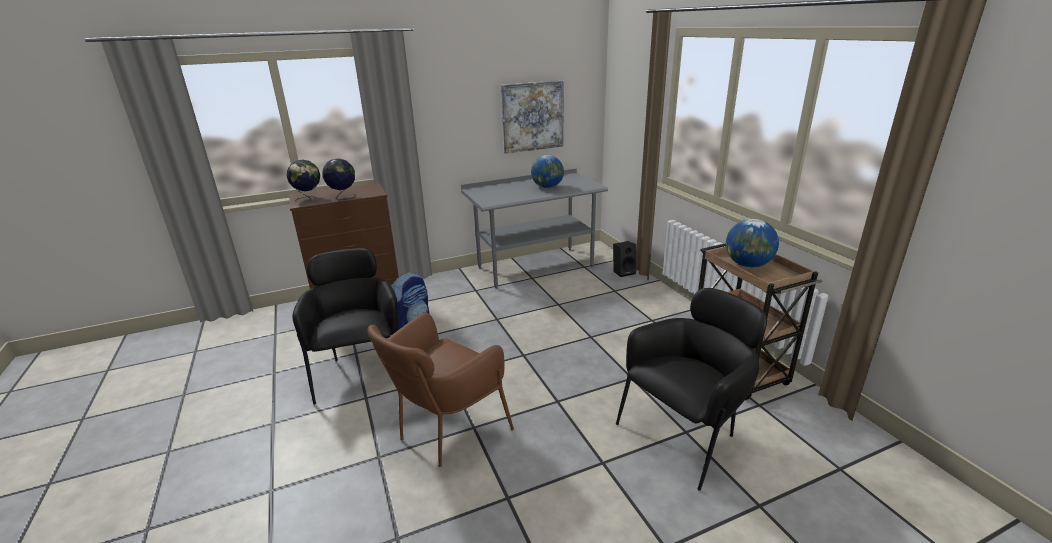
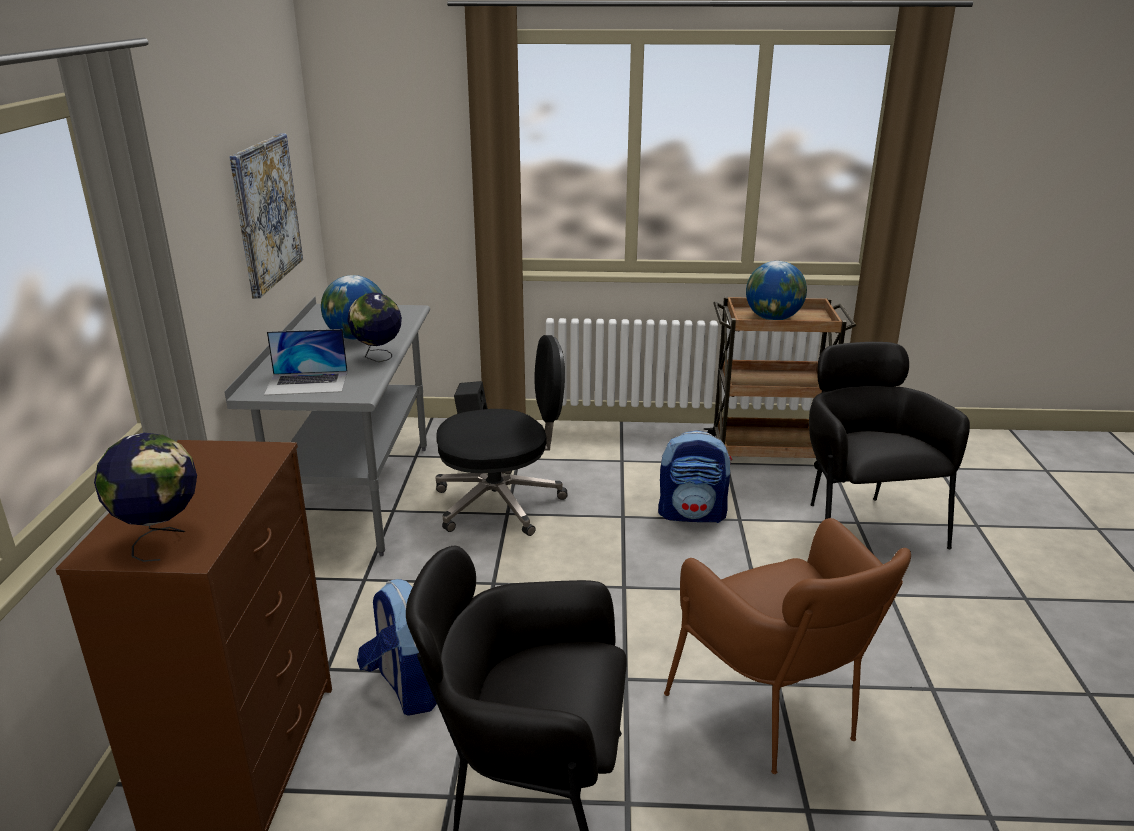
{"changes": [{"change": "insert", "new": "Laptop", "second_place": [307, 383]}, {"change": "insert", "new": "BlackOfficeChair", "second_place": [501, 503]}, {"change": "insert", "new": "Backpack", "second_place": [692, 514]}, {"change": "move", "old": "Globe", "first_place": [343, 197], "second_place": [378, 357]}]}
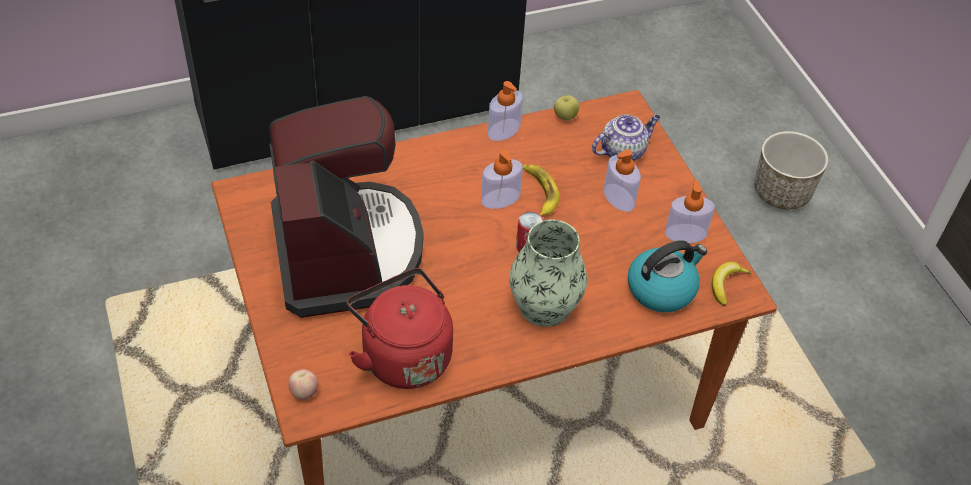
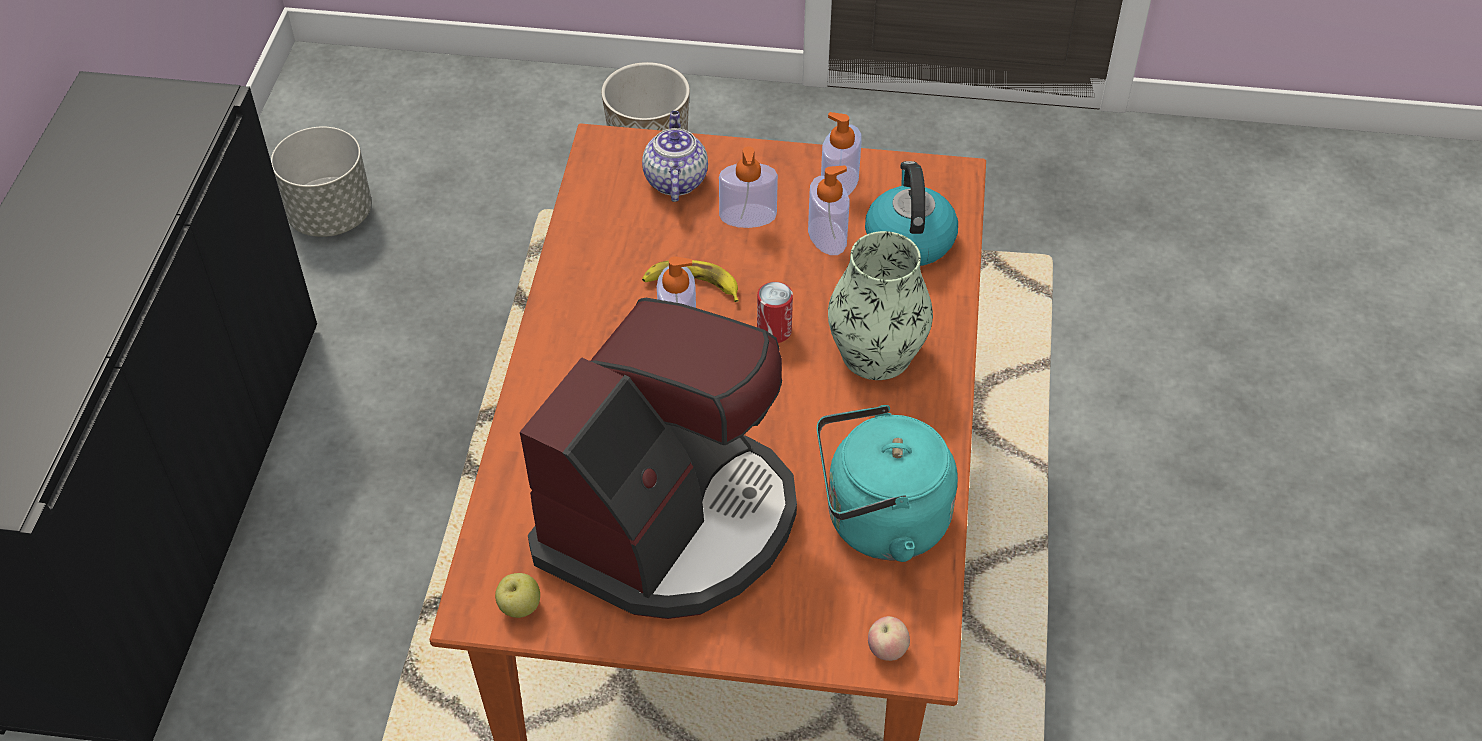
{"changes": [{"change": "delete", "old": "Banana", "first_place": [726, 284]}, {"change": "insert", "new": "GreyPlanter", "second_place": [331, 216]}, {"change": "move", "old": "SoapDispenser", "first_place": [503, 130], "second_place": [827, 236]}, {"change": "move", "old": "Apple", "first_place": [565, 116], "second_place": [520, 607]}, {"change": "recolor", "old": "RedKettle", "new": "TurquoiseKettle", "first_place": [403, 355], "second_place": [879, 522]}, {"change": "rotate", "old": "CoffeeMachine", "first_place": [346, 252], "second_place": [670, 521], "degrees": 105}]}
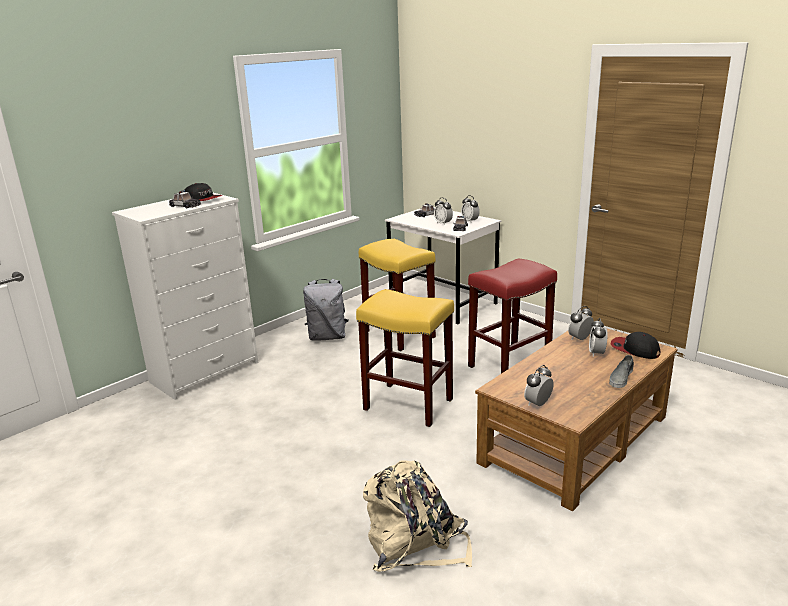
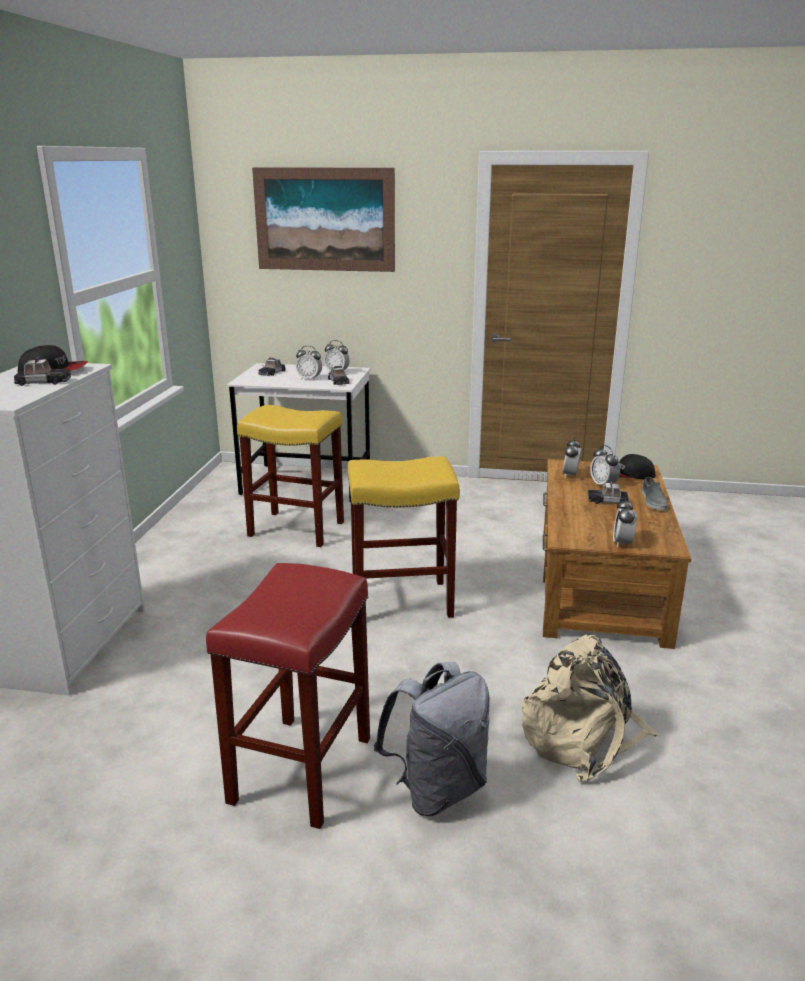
{"changes": [{"change": "insert", "new": "Picture", "second_place": [324, 220]}, {"change": "insert", "new": "ToyCar", "second_place": [607, 500]}, {"change": "move", "old": "GreyBackpack", "first_place": [327, 337], "second_place": [437, 789]}, {"change": "move", "old": "RedStool", "first_place": [509, 364], "second_place": [301, 768]}]}
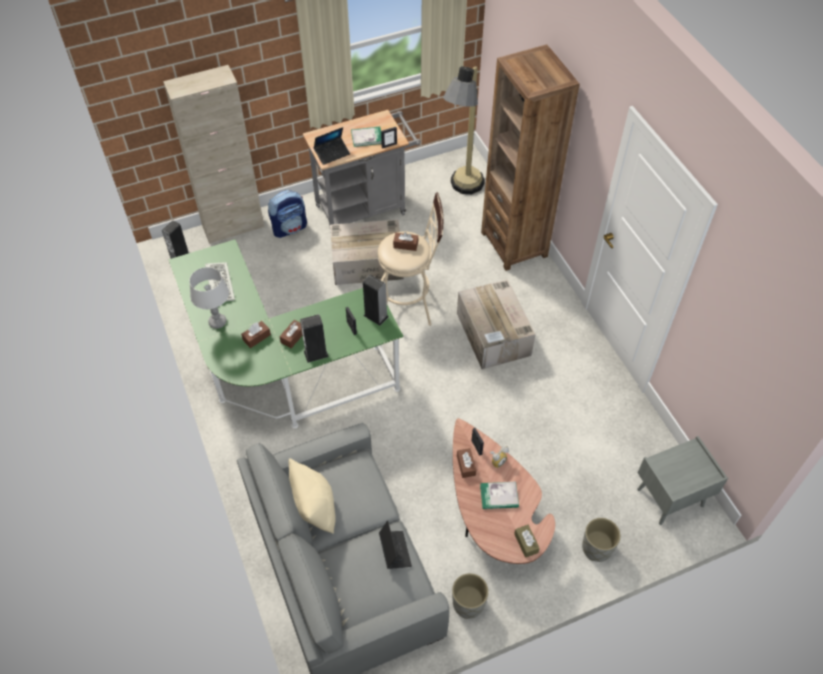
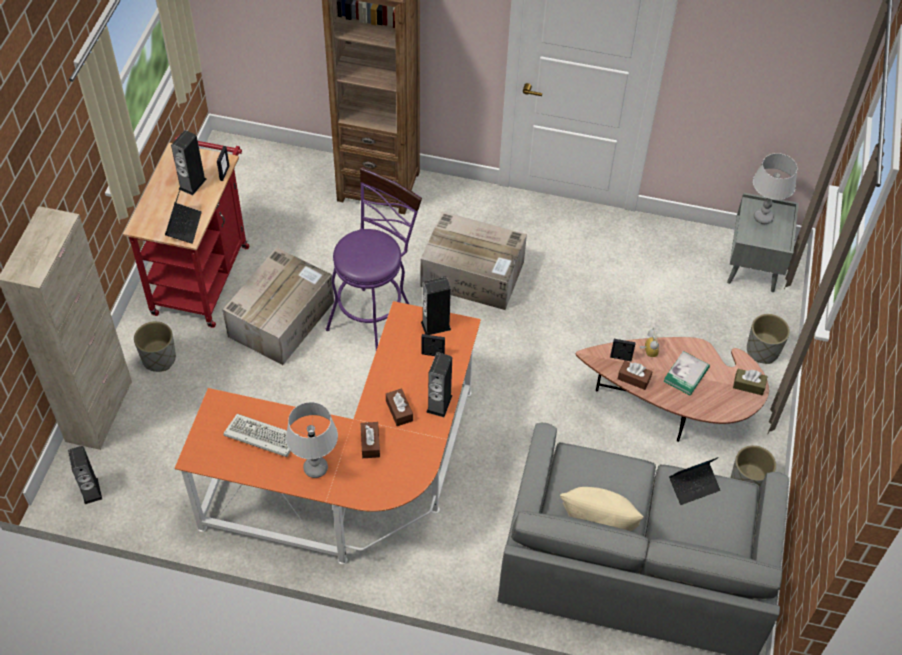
{"changes": [{"change": "delete", "old": "BrownTissueBox", "first_place": [405, 245]}, {"change": "delete", "old": "FloorLamp", "first_place": [461, 193]}, {"change": "insert", "new": "GreyTableLamp", "second_place": [763, 217]}, {"change": "replace", "old": "Backpack", "new": "GreyPlanter", "first_place": [290, 228], "second_place": [159, 358]}, {"change": "replace", "old": "Book", "new": "Speaker", "first_place": [367, 137], "second_place": [192, 184]}, {"change": "recolor", "old": "GreenDesk", "new": "OrangeDesk", "first_place": [281, 373], "second_place": [357, 484]}, {"change": "recolor", "old": "GreyCart", "new": "RedCart", "first_place": [366, 208], "second_place": [203, 274]}, {"change": "recolor", "old": "BeigeStool", "new": "PurpleStool", "first_place": [410, 306], "second_place": [374, 317]}, {"change": "rotate", "old": "Laptop", "first_place": [395, 551], "second_place": [694, 486], "degrees": 135}]}
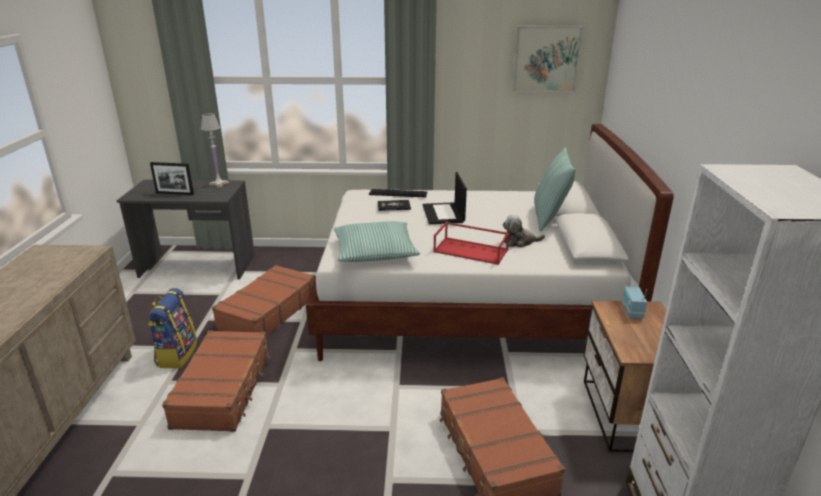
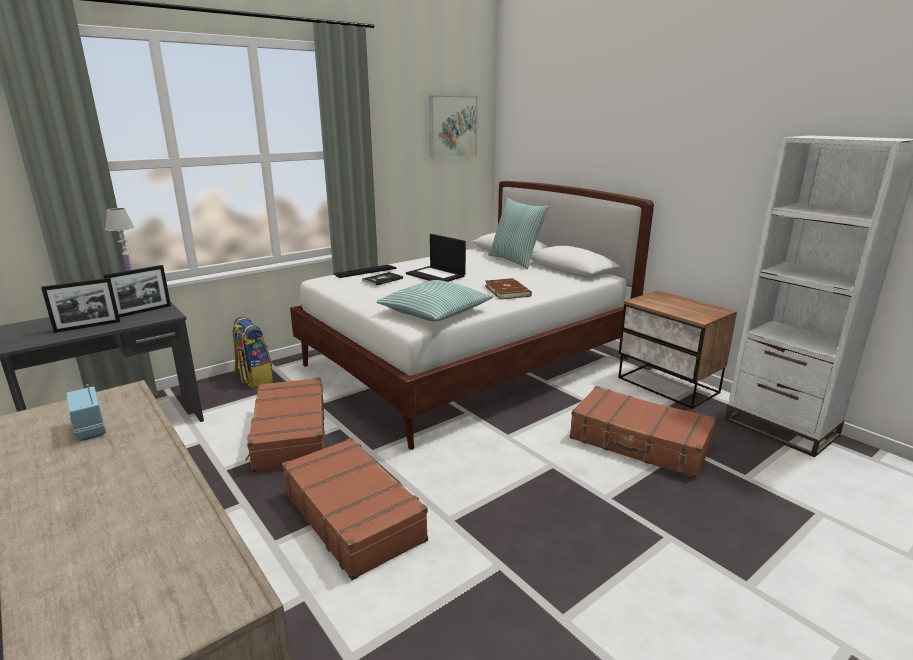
{"changes": [{"change": "delete", "old": "PlushToy", "first_place": [520, 242]}, {"change": "insert", "new": "PictureFrame", "second_place": [143, 311]}, {"change": "move", "old": "Backpack", "first_place": [176, 354], "second_place": [254, 378]}, {"change": "move", "old": "Radio", "first_place": [631, 311], "second_place": [89, 429]}, {"change": "replace", "old": "RedTray", "new": "BrownBook", "first_place": [471, 250], "second_place": [508, 291]}]}
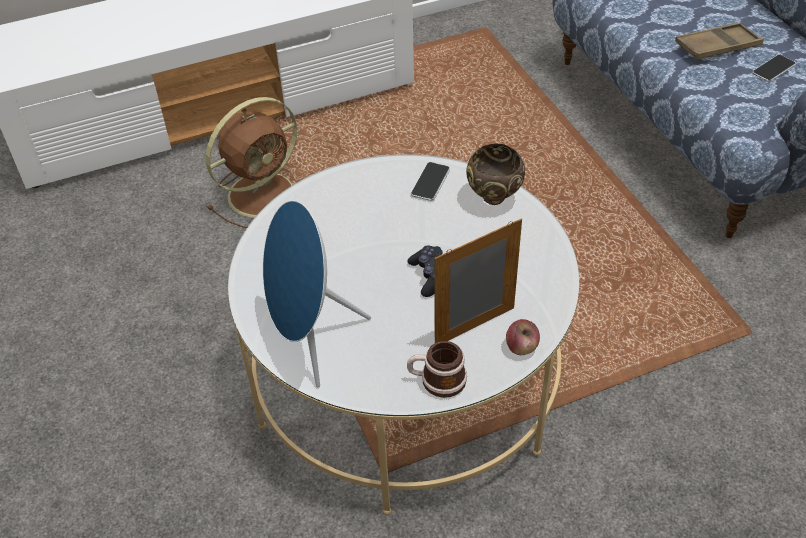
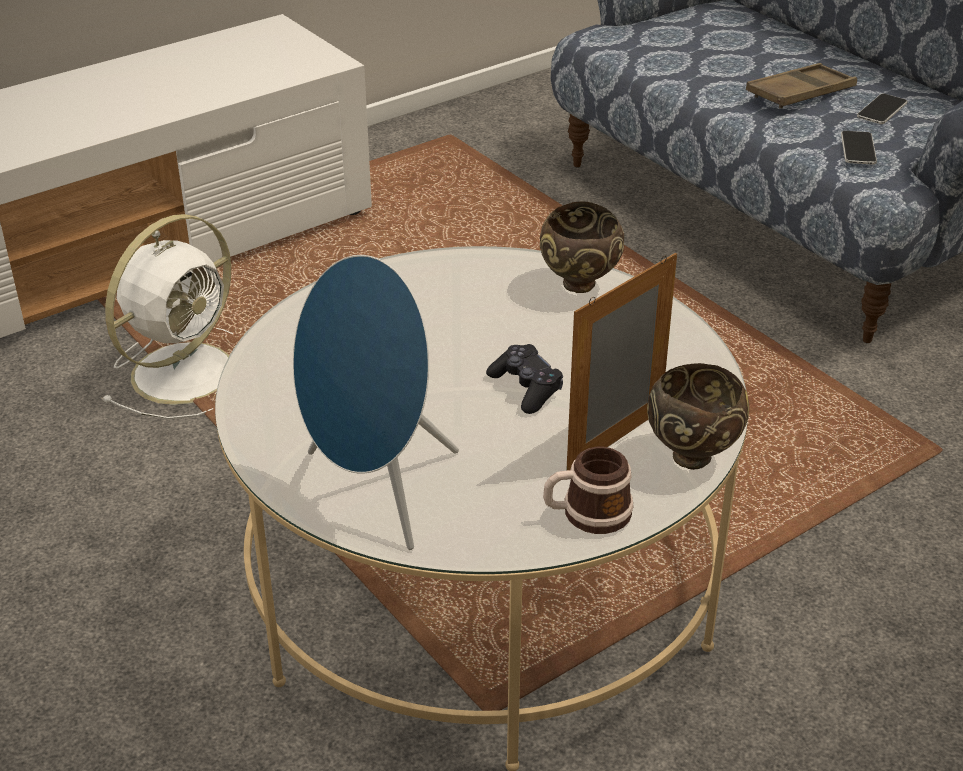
{"changes": [{"change": "move", "old": "Phone", "first_place": [430, 182], "second_place": [858, 149]}, {"change": "replace", "old": "Apple", "new": "BrownBowl", "first_place": [521, 347], "second_place": [692, 455]}, {"change": "recolor", "old": "BrownFan", "new": "WhiteFan", "first_place": [264, 193], "second_place": [187, 371]}]}
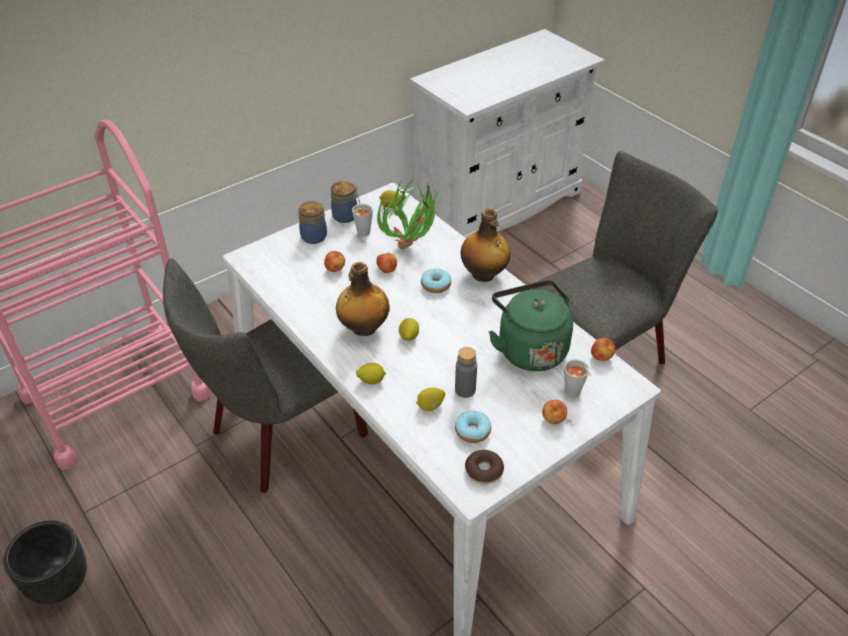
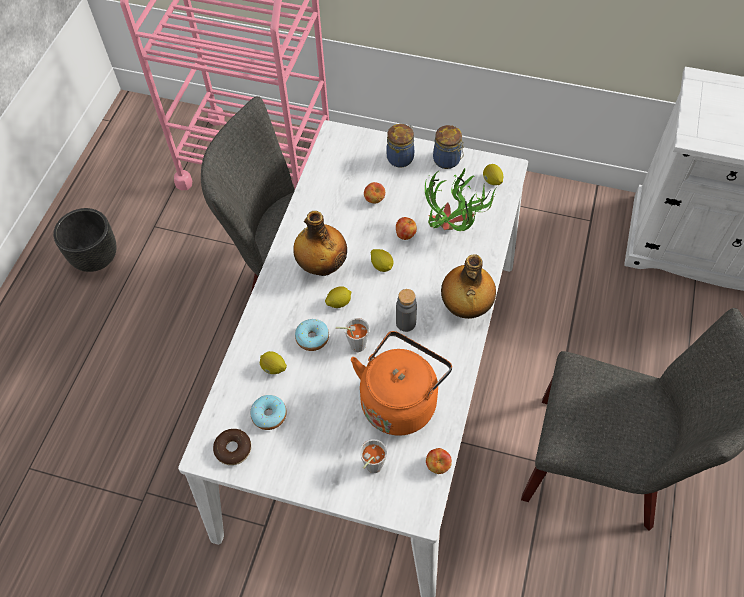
{"changes": [{"change": "delete", "old": "Apple", "first_place": [553, 420]}, {"change": "move", "old": "GreyCup", "first_place": [361, 234], "second_place": [354, 345]}, {"change": "move", "old": "Lemon", "first_place": [371, 380], "second_place": [382, 265]}, {"change": "move", "old": "Donut", "first_place": [435, 285], "second_place": [312, 338]}, {"change": "move", "old": "GreyBottle", "first_place": [465, 390], "second_place": [405, 323]}, {"change": "recolor", "old": "GreenKettle", "new": "OrangeKettle", "first_place": [529, 348], "second_place": [400, 400]}]}
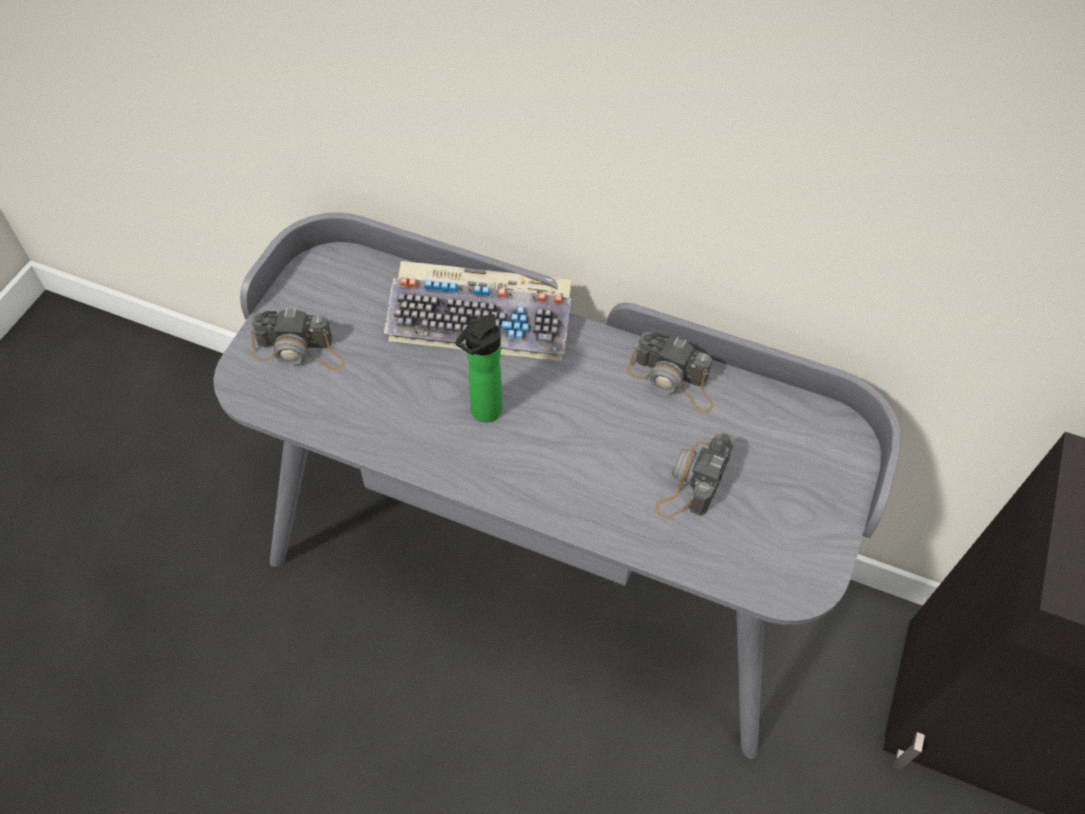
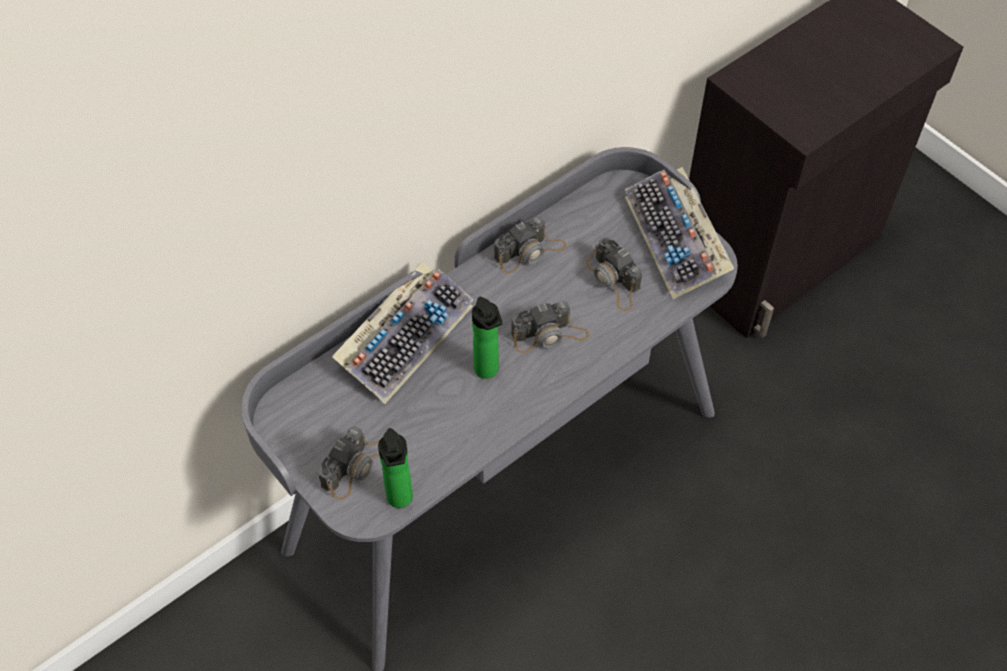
{"changes": [{"change": "insert", "new": "Bottle", "second_place": [400, 500]}, {"change": "insert", "new": "PhotoCamera", "second_place": [549, 335]}, {"change": "insert", "new": "Keyboard", "second_place": [677, 241]}]}
